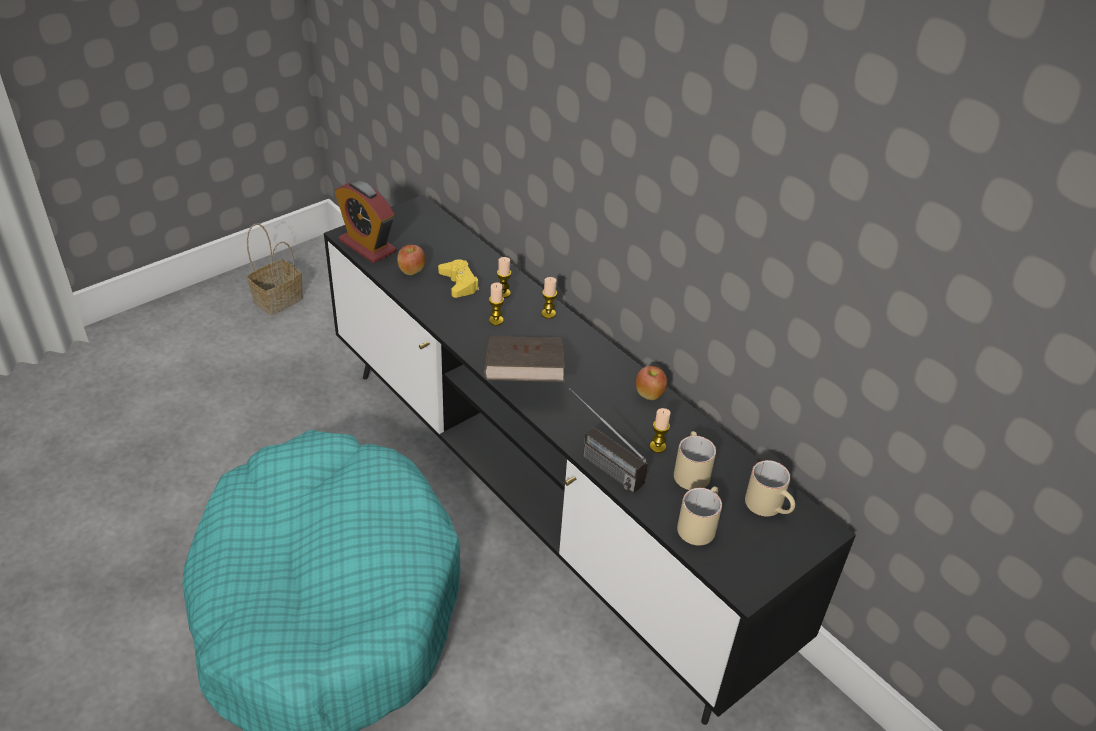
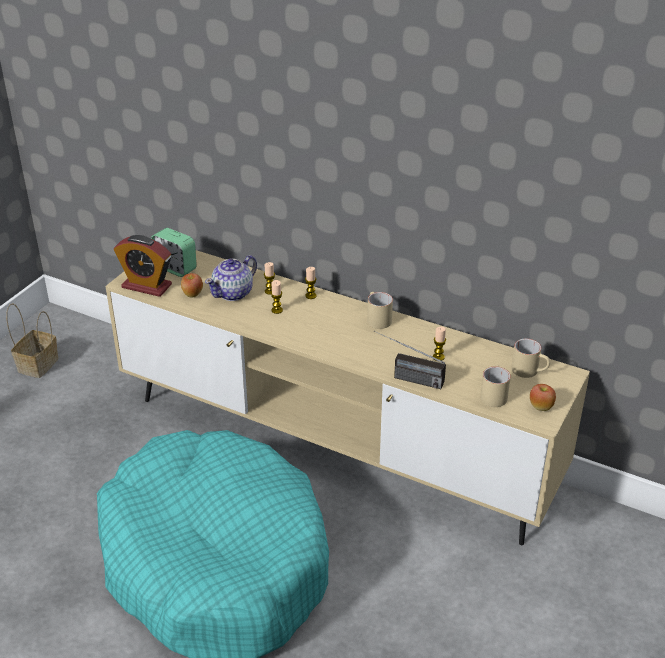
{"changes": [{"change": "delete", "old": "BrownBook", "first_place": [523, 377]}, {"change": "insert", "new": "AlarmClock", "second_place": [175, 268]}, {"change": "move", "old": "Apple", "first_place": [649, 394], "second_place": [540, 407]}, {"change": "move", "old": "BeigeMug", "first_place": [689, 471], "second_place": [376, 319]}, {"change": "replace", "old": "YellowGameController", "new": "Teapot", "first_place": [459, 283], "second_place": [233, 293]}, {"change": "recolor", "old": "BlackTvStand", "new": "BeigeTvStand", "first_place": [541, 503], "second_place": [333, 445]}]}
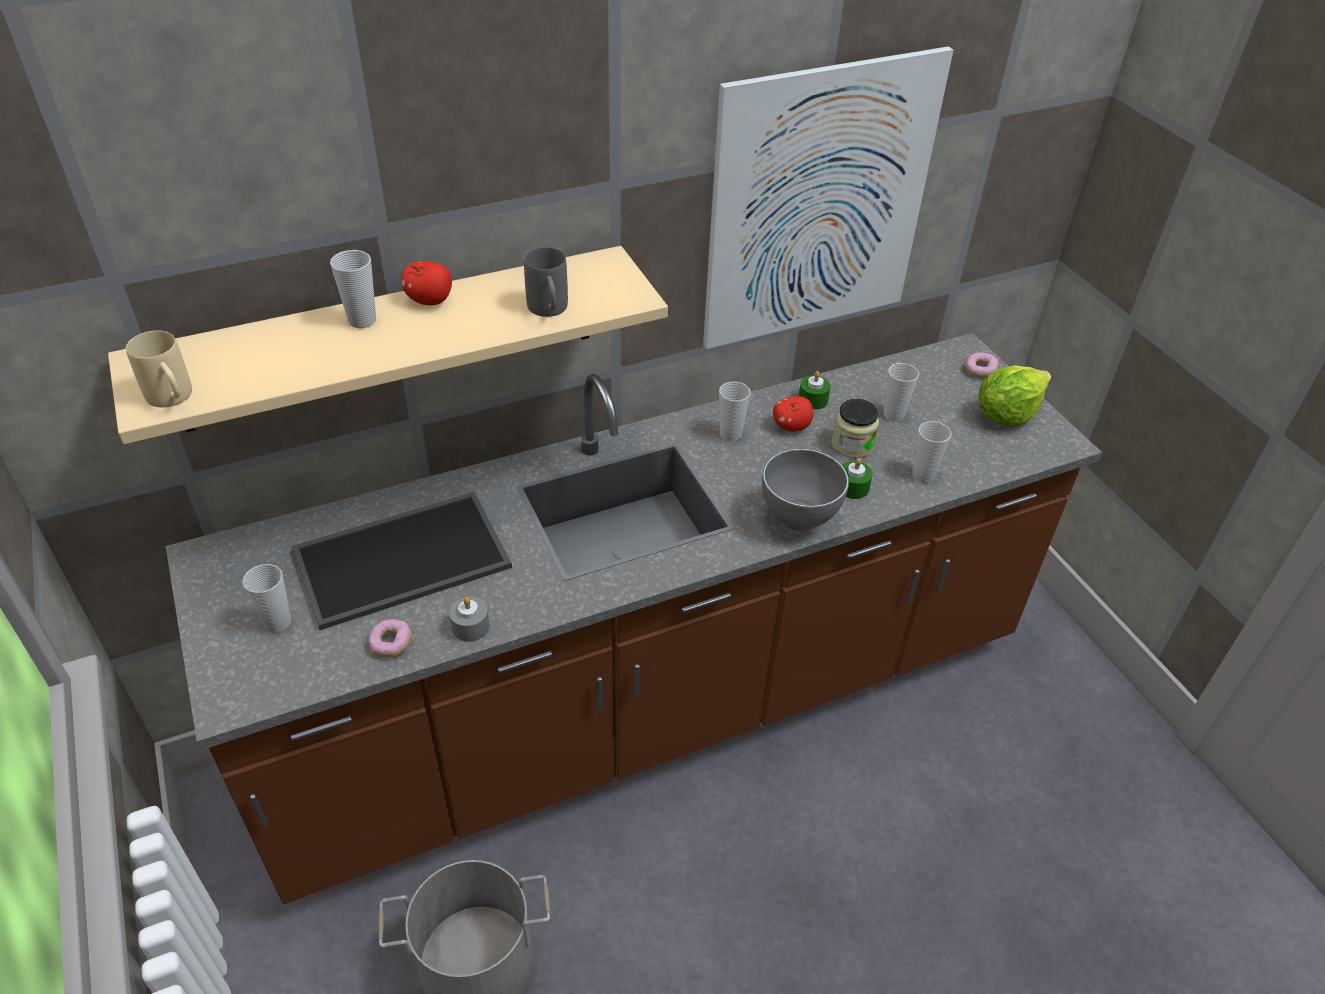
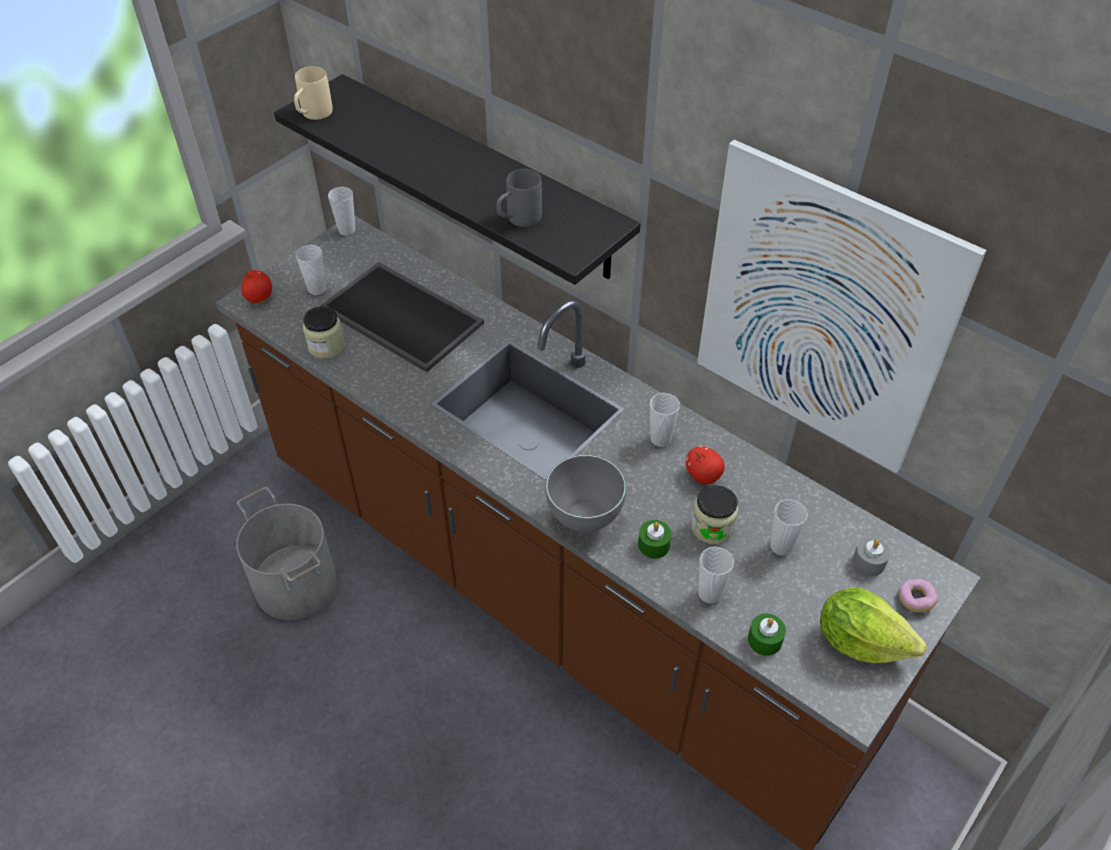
{"changes": [{"change": "move", "old": "Cup", "first_place": [362, 320], "second_place": [347, 230]}, {"change": "move", "old": "Apple", "first_place": [430, 301], "second_place": [259, 298]}, {"change": "move", "old": "GreyCandle", "first_place": [470, 627], "second_place": [868, 562]}, {"change": "move", "old": "GreenCandle", "first_place": [813, 400], "second_place": [764, 640]}, {"change": "replace", "old": "Donut", "new": "Jar", "first_place": [391, 644], "second_place": [326, 346]}, {"change": "recolor", "old": "BeigeShelf", "new": "BlackShelf", "first_place": [391, 339], "second_place": [482, 177]}]}
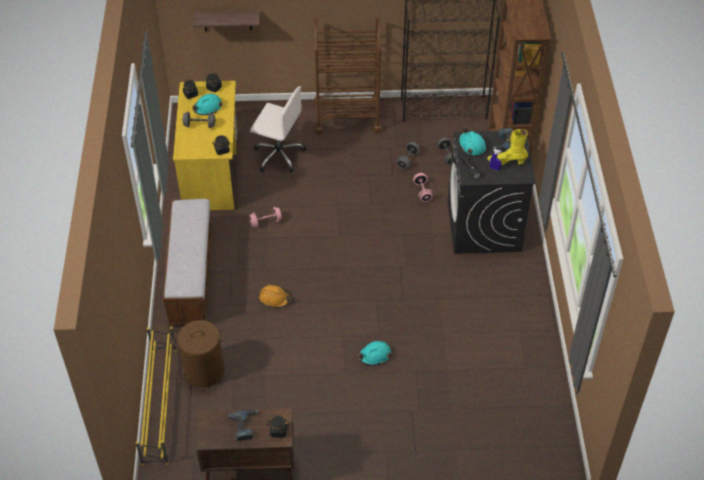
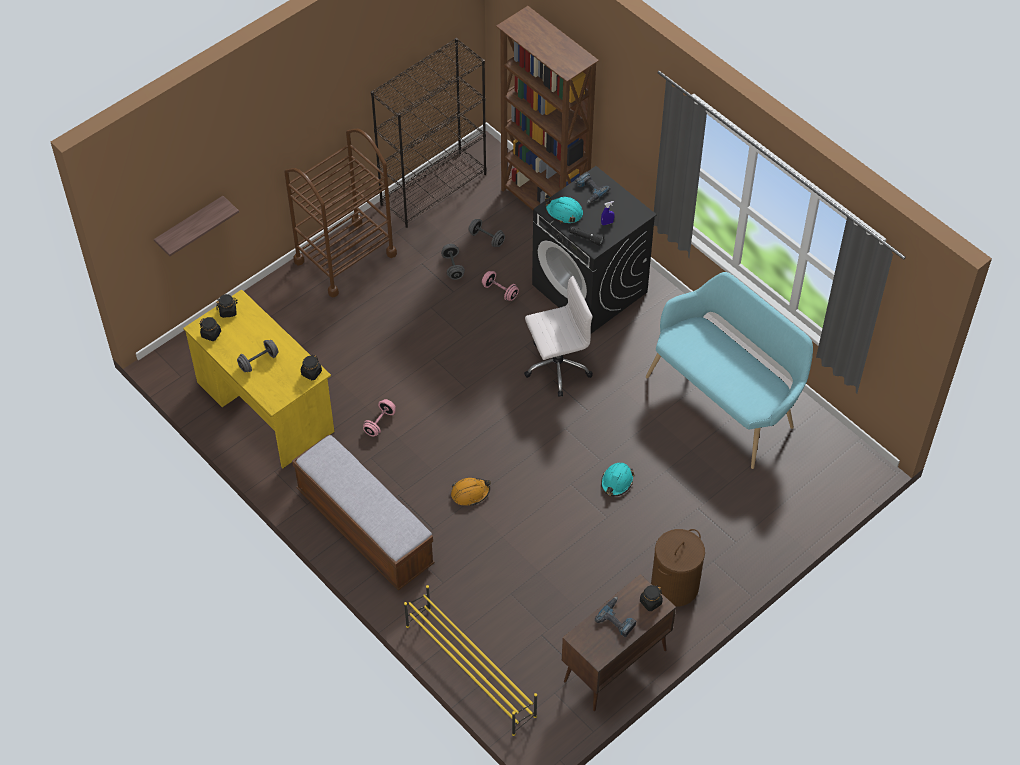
{"changes": [{"change": "delete", "old": "TurquoiseHardHat", "first_place": [207, 108]}, {"change": "delete", "old": "YellowBoot", "first_place": [506, 161]}, {"change": "insert", "new": "TurquoiseBench", "second_place": [726, 400]}, {"change": "move", "old": "BrownLaundryBasket", "first_place": [204, 371], "second_place": [675, 585]}, {"change": "move", "old": "WhiteOfficeChair", "first_place": [278, 155], "second_place": [556, 367]}]}
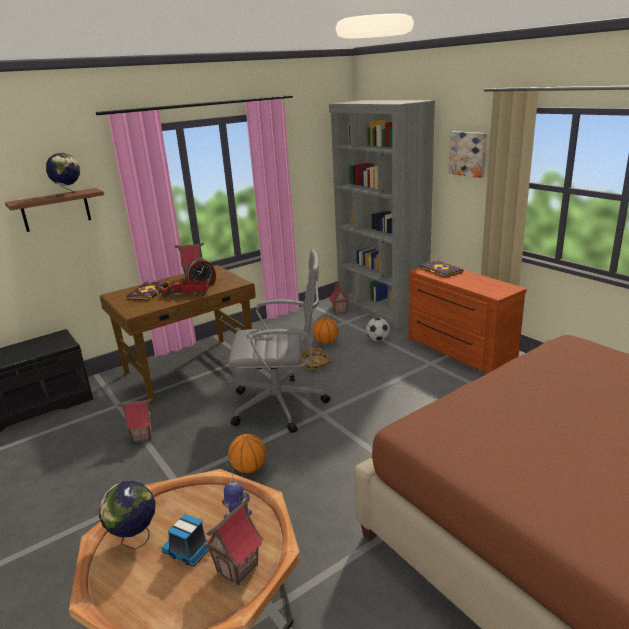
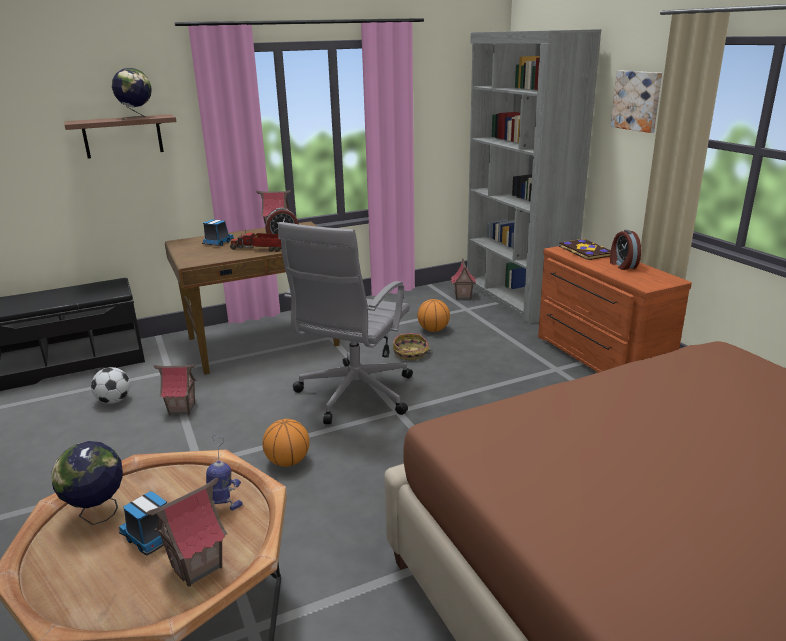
{"changes": [{"change": "insert", "new": "AlarmClock", "second_place": [622, 265]}, {"change": "move", "old": "Football", "first_place": [377, 340], "second_place": [114, 401]}, {"change": "replace", "old": "Book", "new": "ToyTruck", "first_place": [148, 292], "second_place": [218, 243]}, {"change": "rotate", "old": "GreyOfficeChair", "first_place": [282, 405], "second_place": [353, 395], "degrees": 105}]}
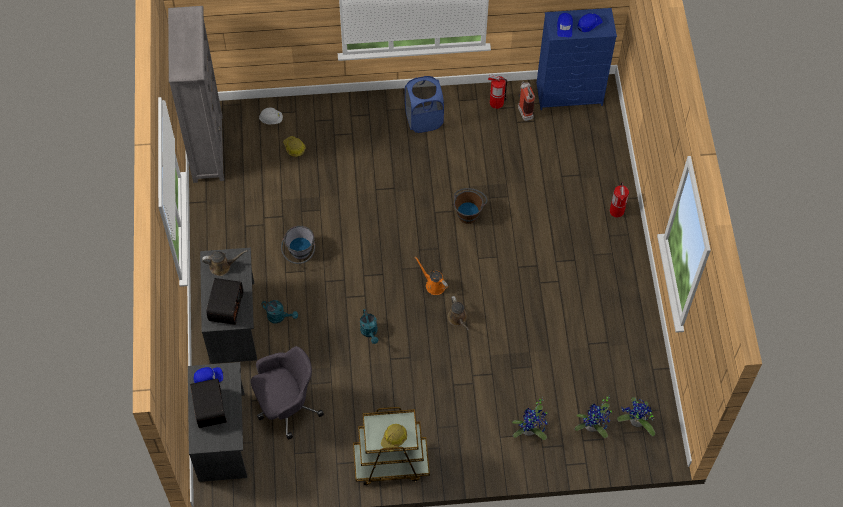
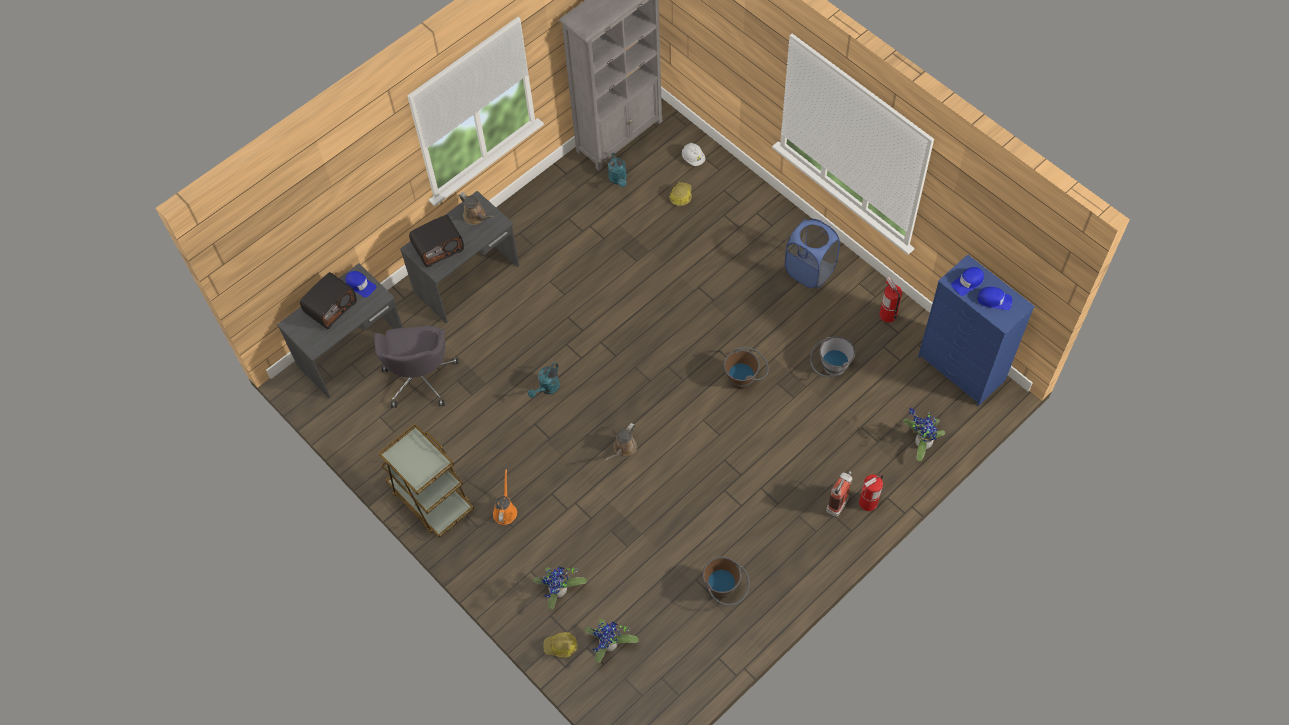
{"changes": [{"change": "insert", "new": "BrownBucket", "second_place": [725, 590]}, {"change": "move", "old": "TurquoiseWateringCan", "first_place": [279, 317], "second_place": [618, 180]}, {"change": "move", "old": "GreyBucket", "first_place": [300, 254], "second_place": [830, 368]}, {"change": "move", "old": "HardHat", "first_place": [394, 438], "second_place": [561, 646]}, {"change": "move", "old": "OrangeWateringCan", "first_place": [433, 284], "second_place": [505, 510]}, {"change": "move", "old": "FireExtinguisher", "first_place": [524, 110], "second_place": [839, 501]}, {"change": "move", "old": "PottedPlant", "first_place": [635, 422], "second_place": [920, 442]}, {"change": "rotate", "old": "GreyOfficeChair", "first_place": [286, 406], "second_place": [420, 377], "degrees": 60}]}
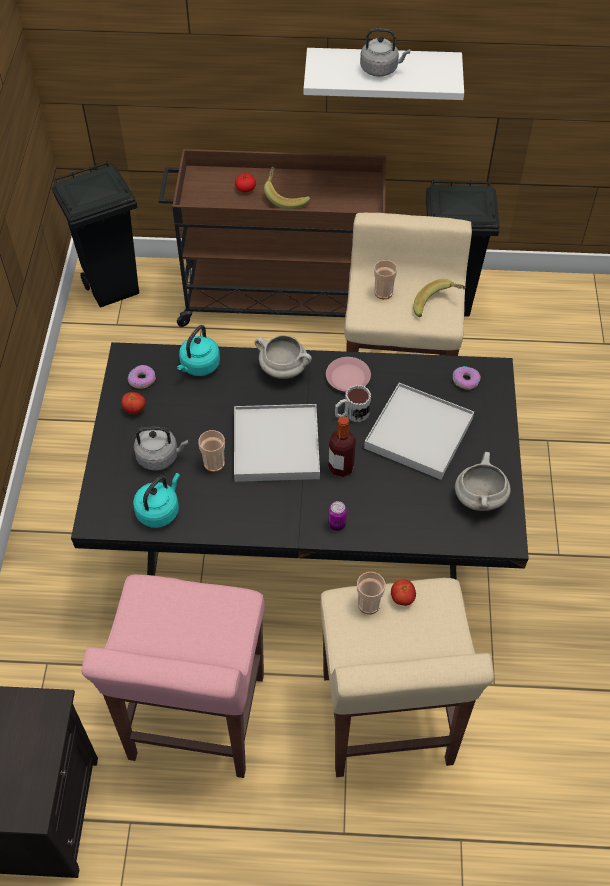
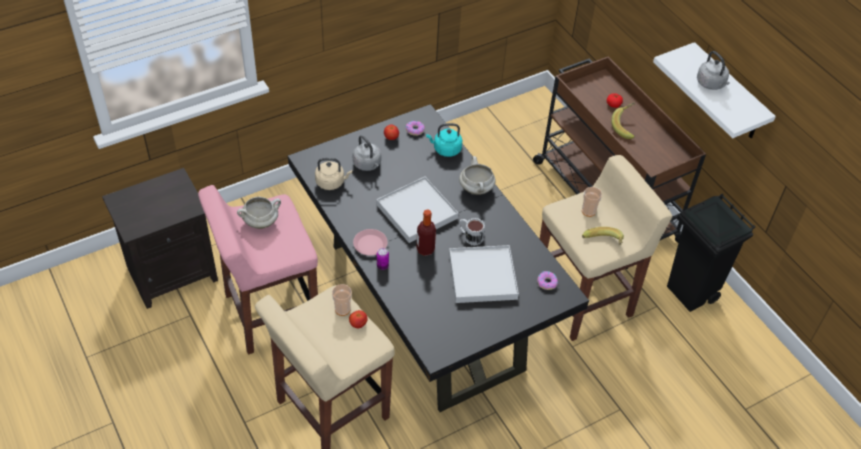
{"changes": [{"change": "delete", "old": "BlackTrashCan", "first_place": [113, 288]}, {"change": "delete", "old": "Cup", "first_place": [214, 463]}, {"change": "move", "old": "PinkPlate", "first_place": [347, 377], "second_place": [370, 244]}, {"change": "move", "old": "WhiteCookingPot", "first_place": [479, 498], "second_place": [261, 222]}, {"change": "recolor", "old": "TurquoiseKettle", "new": "BeigeKettle", "first_place": [159, 510], "second_place": [331, 182]}]}
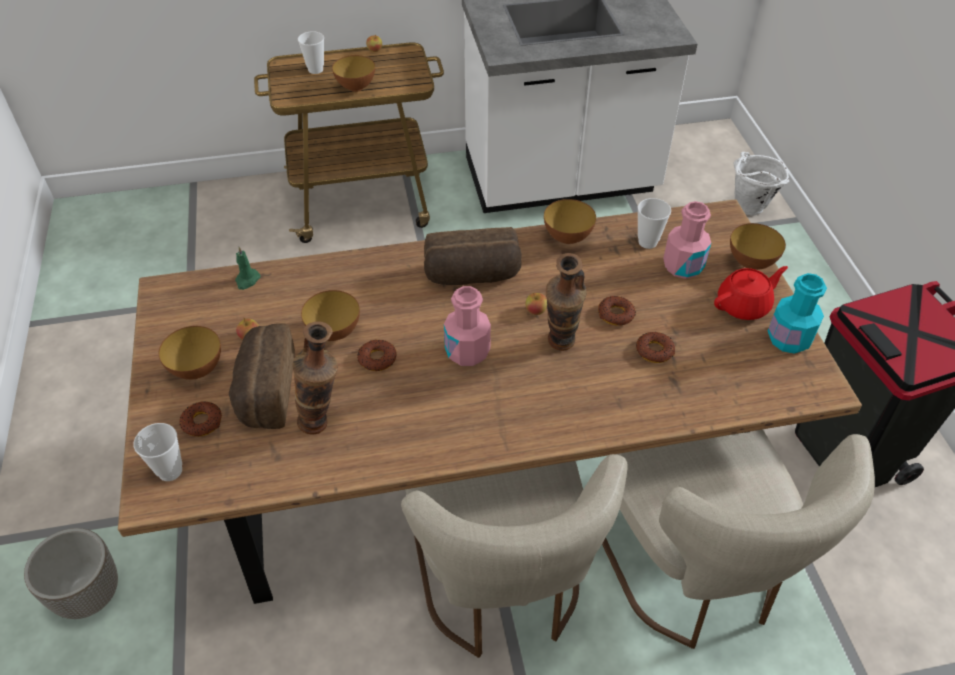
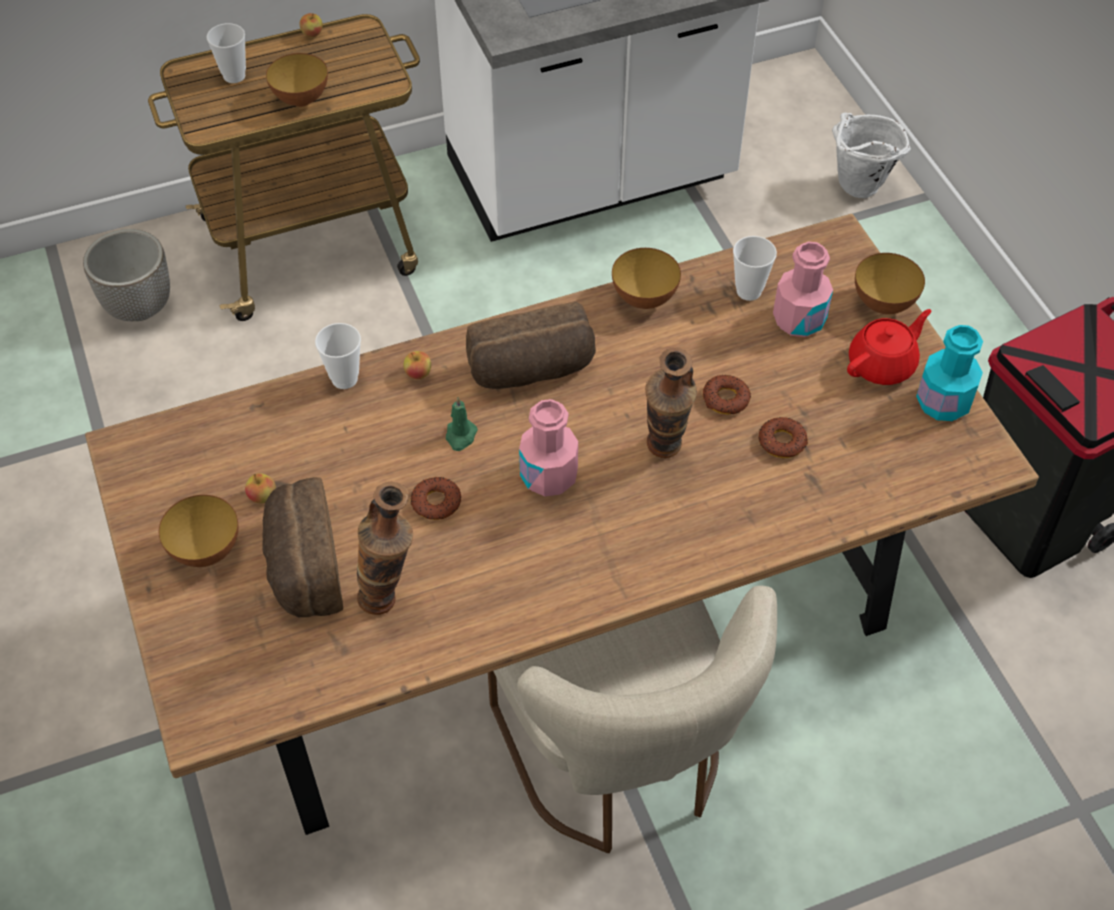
{"changes": [{"change": "delete", "old": "Donut", "first_place": [202, 422]}, {"change": "delete", "old": "Bowl", "first_place": [334, 332]}, {"change": "delete", "old": "BeigeChair", "first_place": [696, 576]}, {"change": "move", "old": "Planter", "first_place": [88, 595], "second_place": [138, 307]}, {"change": "move", "old": "Cup", "first_place": [170, 471], "second_place": [344, 379]}, {"change": "move", "old": "GreenCandle", "first_place": [247, 280], "second_place": [460, 436]}, {"change": "move", "old": "Apple", "first_place": [535, 311], "second_place": [418, 374]}]}
